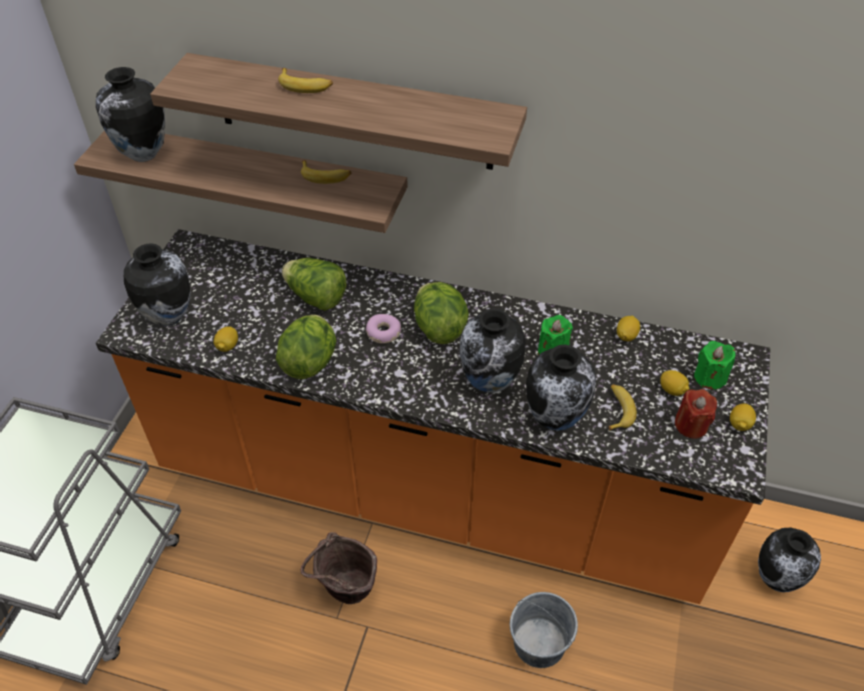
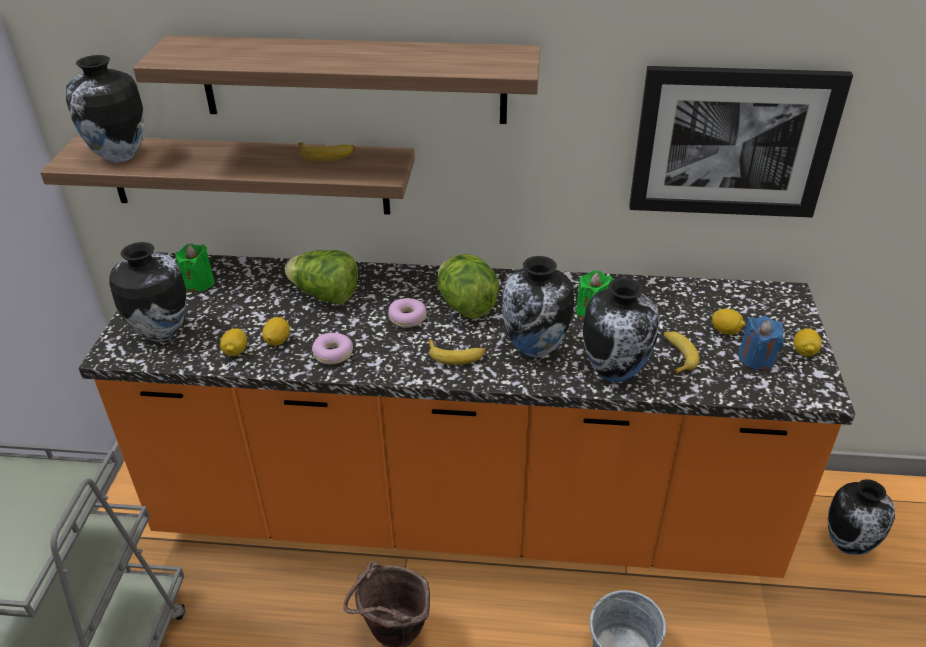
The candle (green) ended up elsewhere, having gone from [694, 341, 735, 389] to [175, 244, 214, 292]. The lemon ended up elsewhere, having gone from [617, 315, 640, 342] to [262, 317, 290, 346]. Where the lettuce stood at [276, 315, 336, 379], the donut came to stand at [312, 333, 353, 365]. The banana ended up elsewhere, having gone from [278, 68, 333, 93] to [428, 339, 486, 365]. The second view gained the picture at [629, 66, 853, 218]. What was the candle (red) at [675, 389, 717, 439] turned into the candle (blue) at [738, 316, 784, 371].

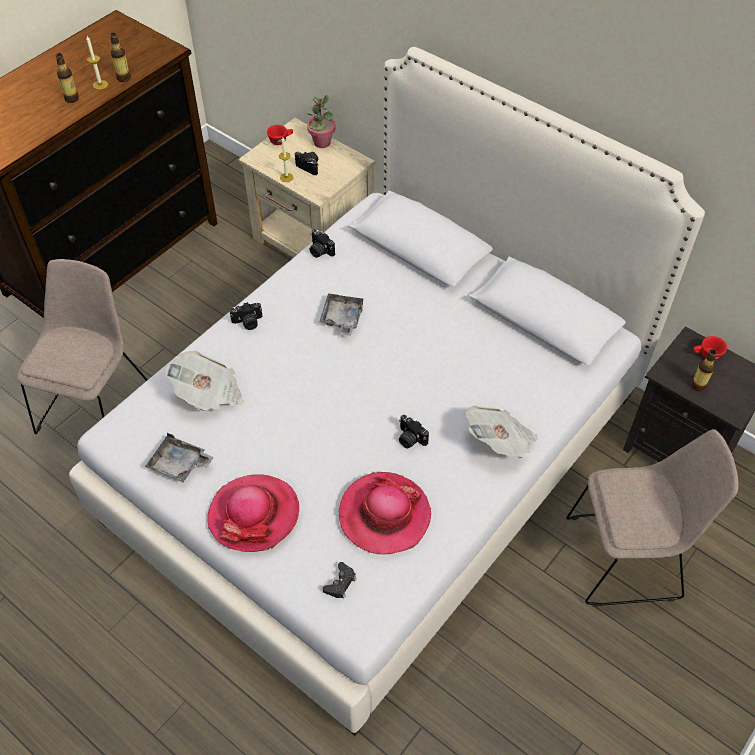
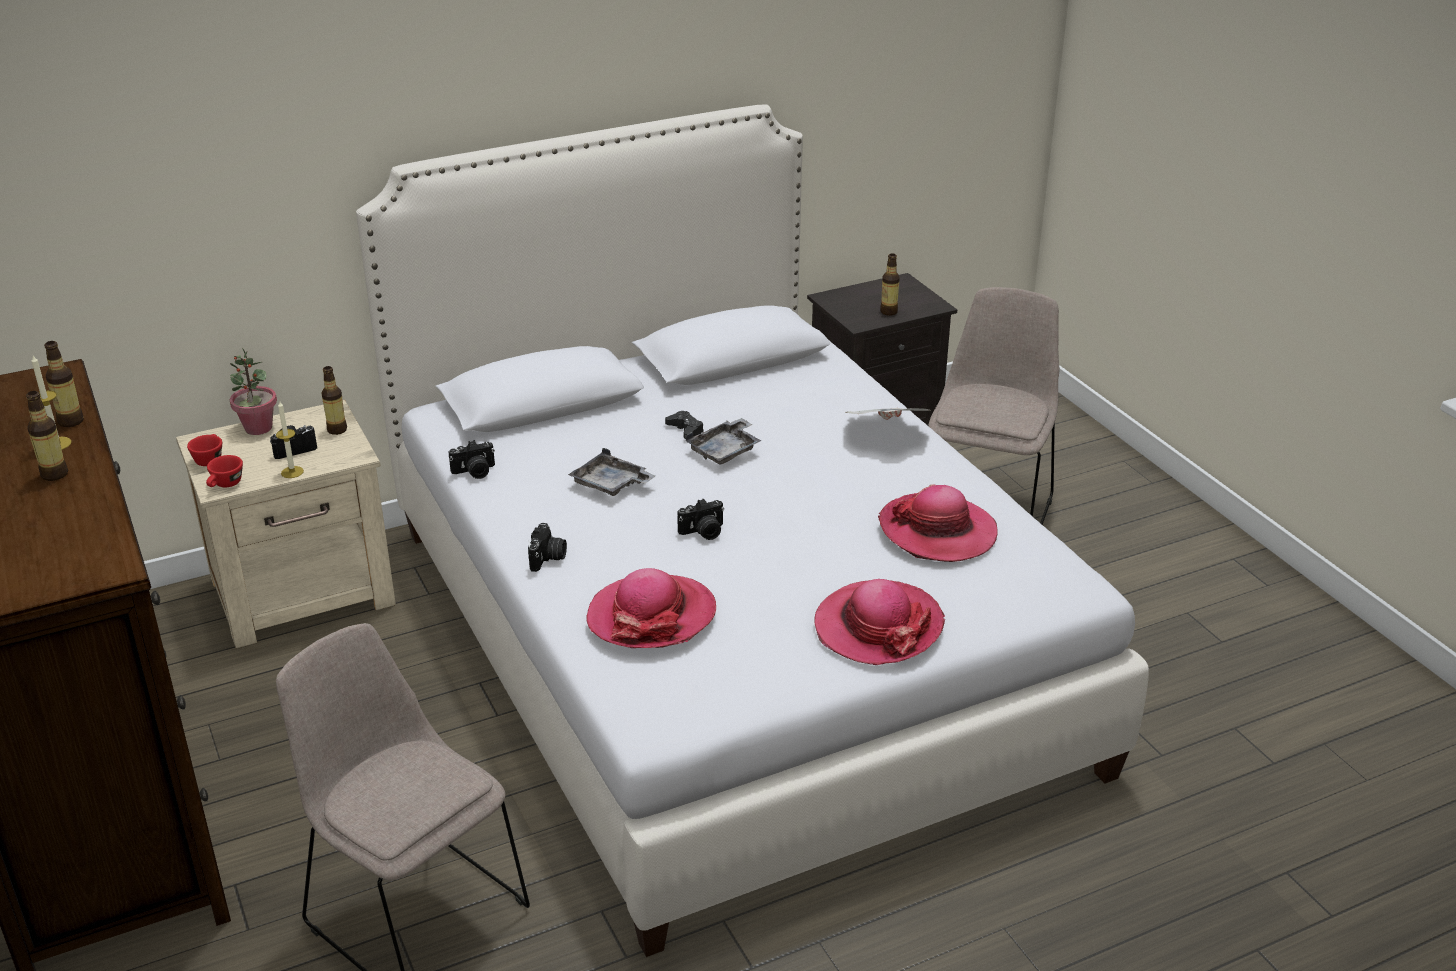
The cup (red) ended up elsewhere, having gone from [693, 336, 727, 361] to [206, 455, 243, 487]. The second view gained the bottle at [321, 366, 347, 435]. Where the newspaper stood at [165, 351, 244, 411], the hat came to stand at [586, 568, 716, 648]. The game controller (black) ended up elsewhere, having gone from [323, 562, 356, 598] to [665, 411, 704, 439]. The photo camera ended up elsewhere, having gone from [399, 415, 429, 449] to [677, 499, 724, 540]. The tray (grey) ended up elsewhere, having gone from [145, 433, 214, 482] to [685, 418, 762, 465].

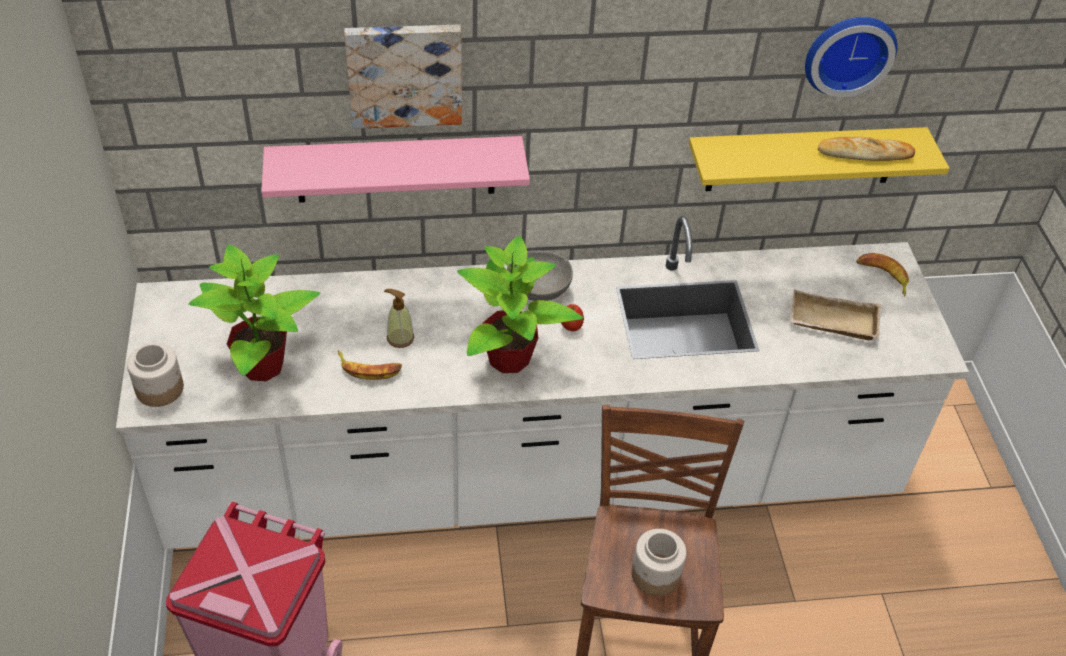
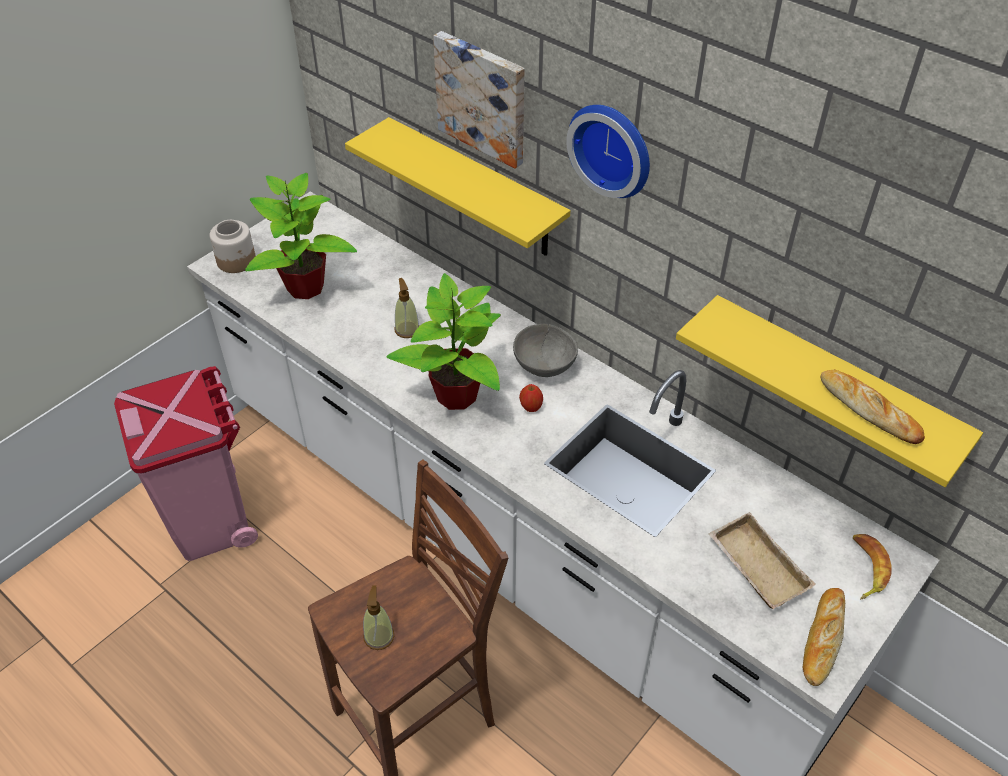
What was the shelf (pink) at [262, 136, 530, 203] turned into the shelf (yellow) at [345, 117, 570, 256]. Where the jar stood at [632, 529, 686, 596], the soap dispenser came to stand at [363, 585, 394, 650]. The wall clock ended up elsewhere, having gone from [805, 17, 898, 97] to [566, 105, 650, 198]. The second view gained the bread at [802, 588, 845, 686]. The second view lost the banana at [338, 350, 402, 380].

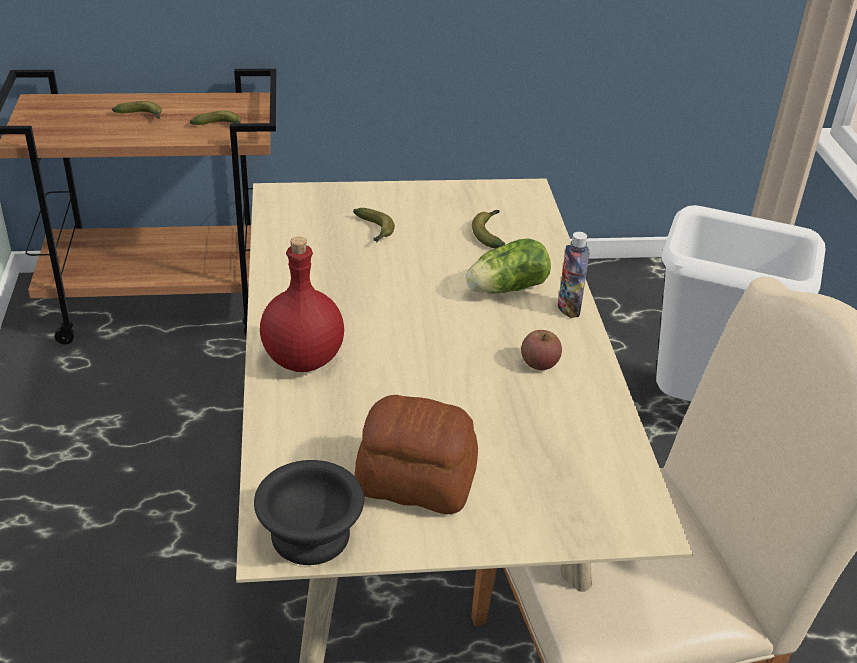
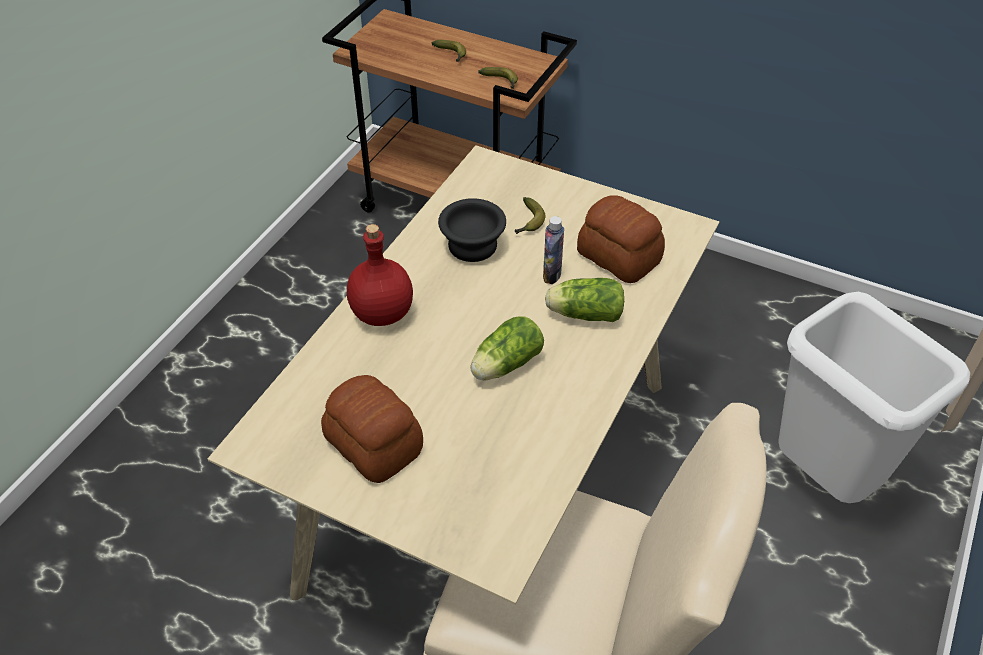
The bowl (black) ended up elsewhere, having gone from [254, 460, 364, 565] to [438, 198, 506, 262]. The second view gained the lettuce at [471, 316, 544, 380]. The bottle ended up elsewhere, having gone from [558, 232, 589, 318] to [543, 216, 564, 284]. Where the banana stood at [472, 210, 505, 248], the bread came to stand at [577, 195, 665, 283]. The second view lost the apple at [521, 330, 562, 370].

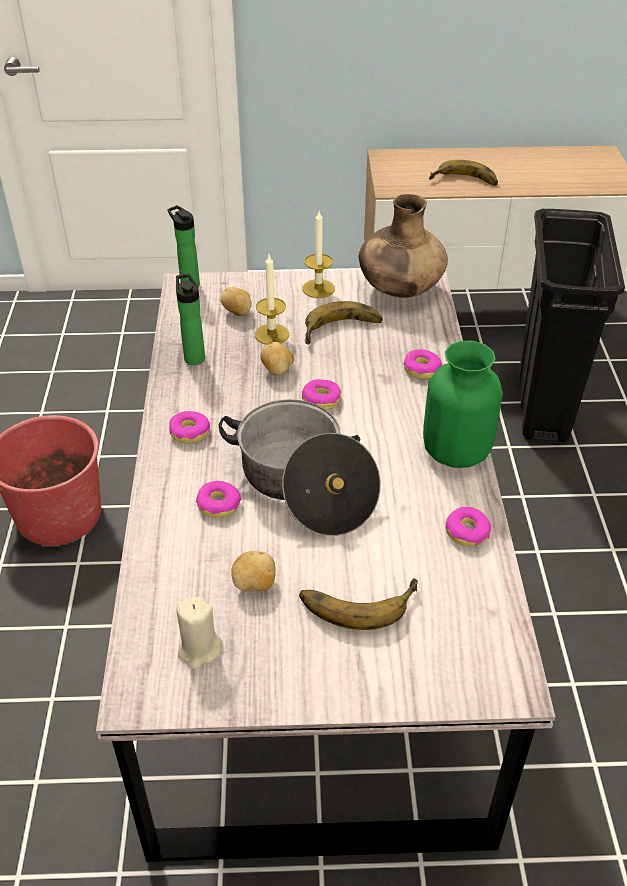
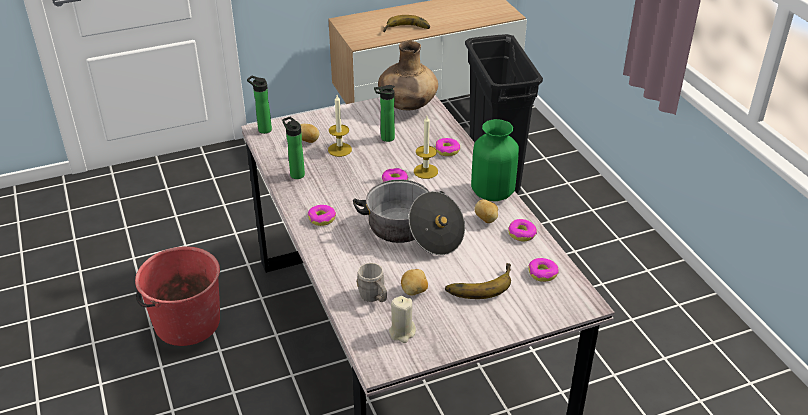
The second view gained the mug (grey) at [356, 263, 387, 302]. Where the banana stood at [304, 301, 383, 345], the bottle came to stand at [374, 85, 395, 142]. The candle ended up elsewhere, having gone from [303, 211, 335, 298] to [414, 116, 438, 179]. The potato ended up elsewhere, having gone from [260, 342, 294, 376] to [475, 199, 498, 223]. The donut ended up elsewhere, having gone from [196, 481, 241, 518] to [528, 258, 559, 282].

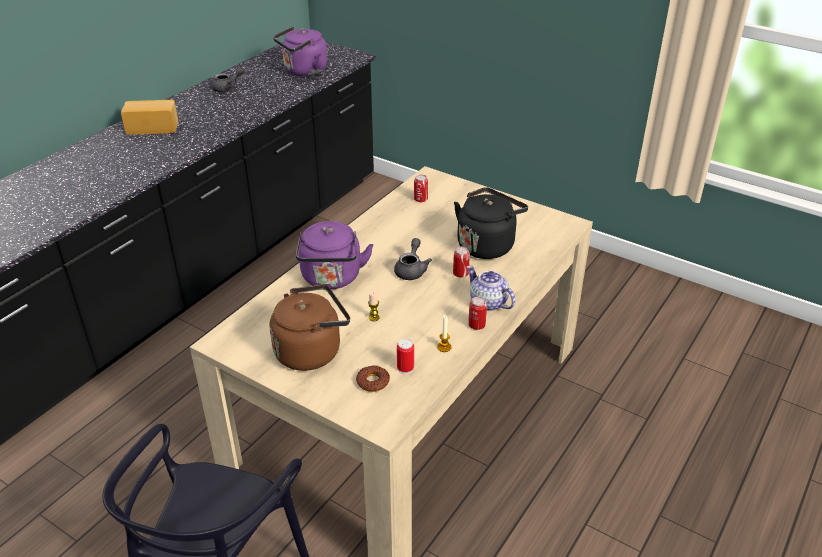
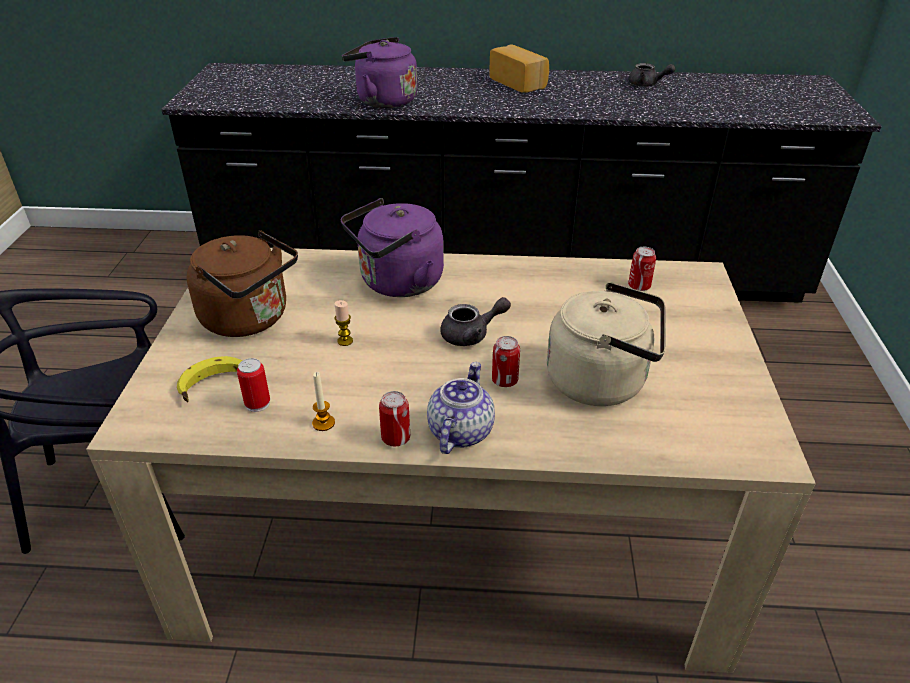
Where the donut stood at [356, 365, 390, 392], the banana came to stand at [177, 356, 243, 402]. The kettle (purple) ended up elsewhere, having gone from [273, 26, 327, 76] to [342, 37, 418, 108]. What was the kettle (black) at [454, 187, 528, 259] turned into the kettle (beige) at [547, 282, 665, 406].

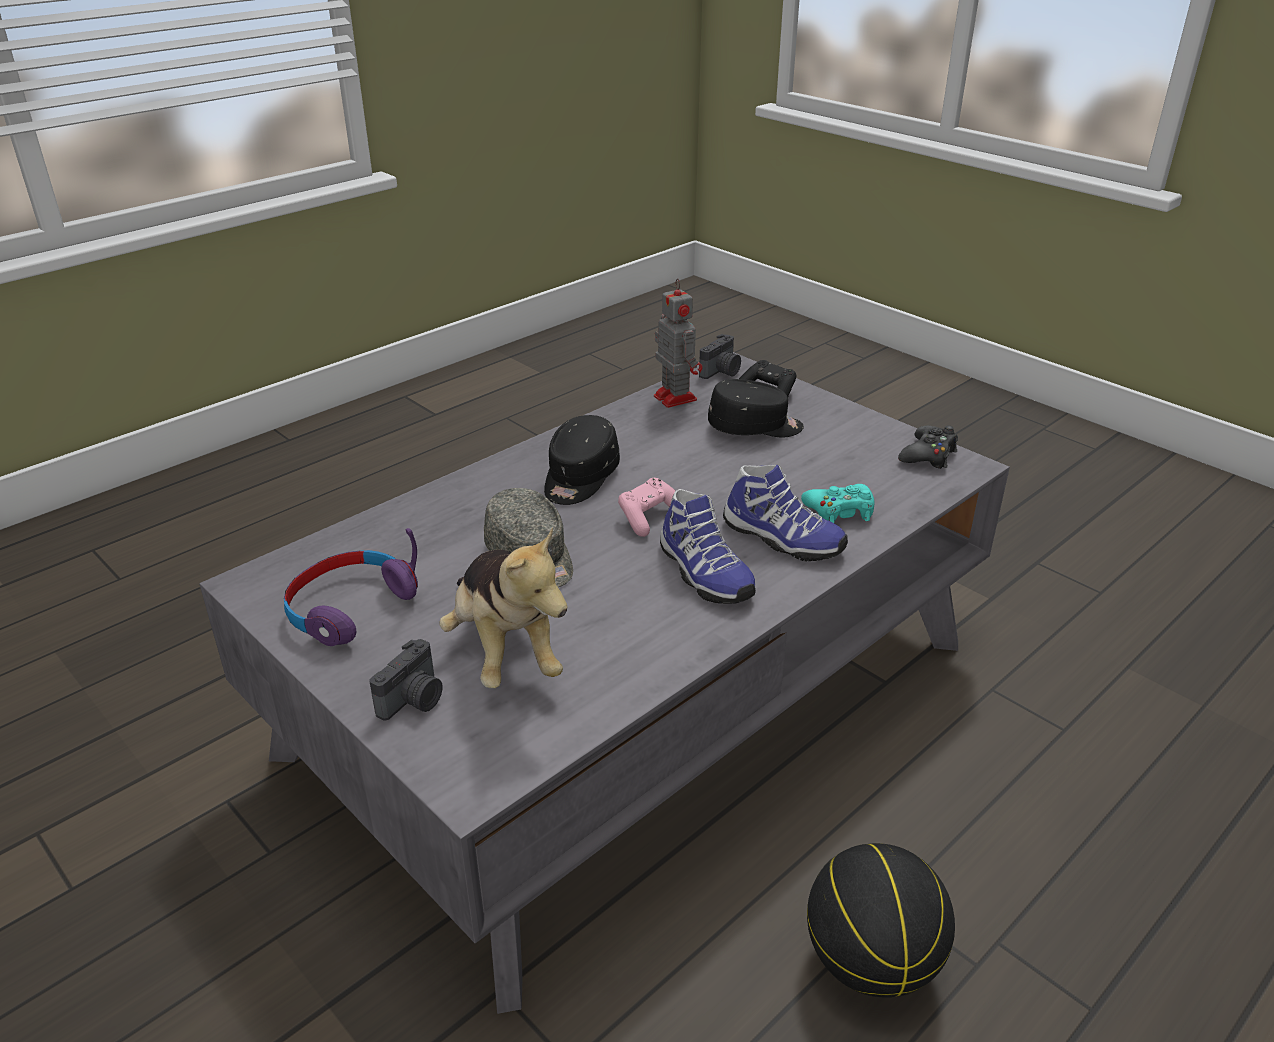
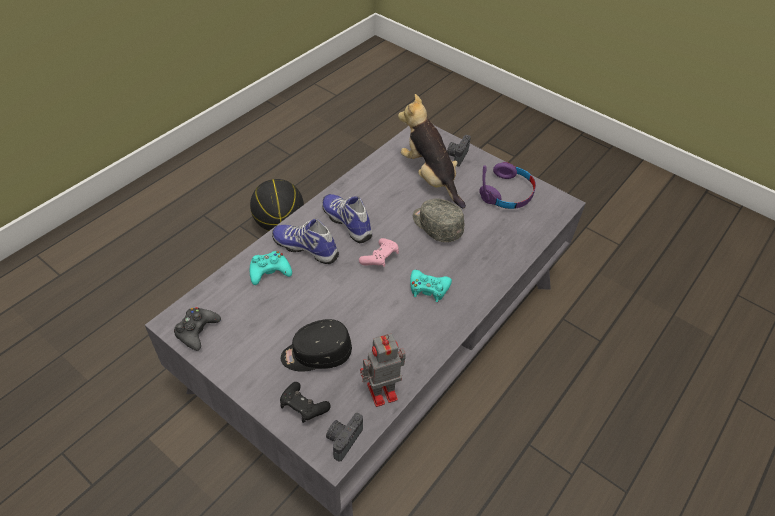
The toy robot at [654, 279, 703, 408] ended up facing another way, 105 degrees clockwise from before. Where the cap (black) stood at [544, 415, 620, 505], the game controller (turquoise) came to stand at [410, 270, 452, 302].

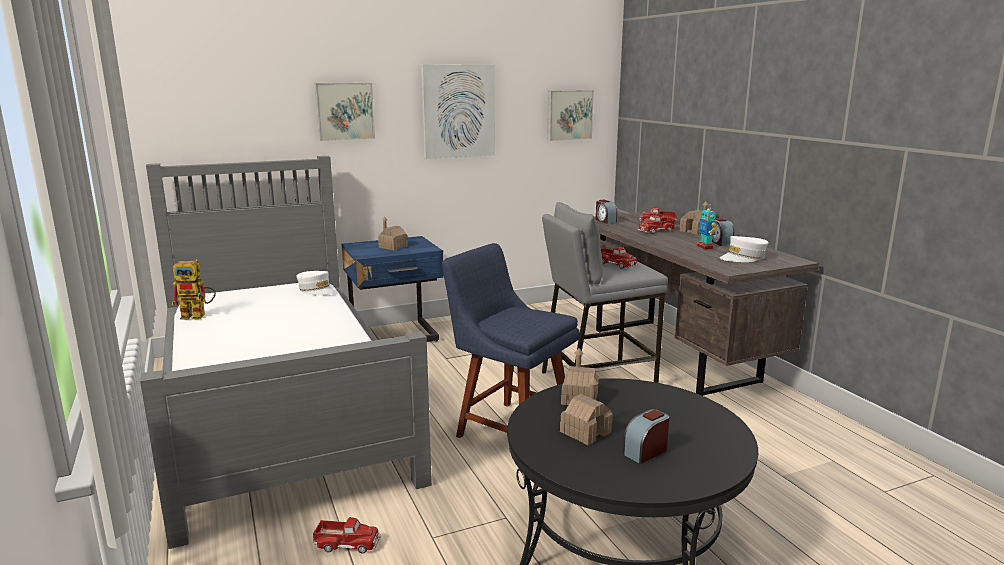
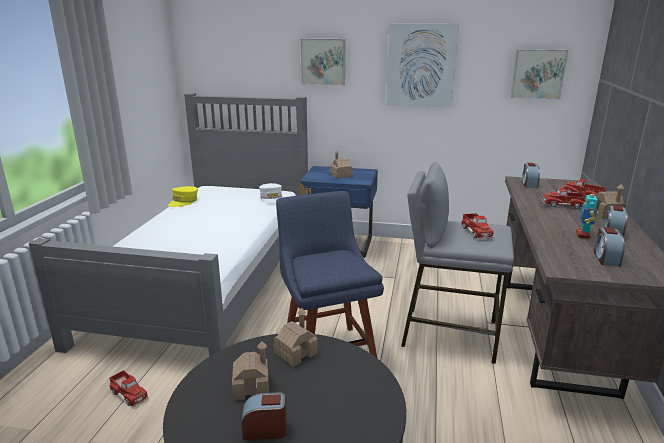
Where the toy robot stood at [172, 259, 216, 320], the cap (yellow) came to stand at [168, 186, 198, 207]. Where the cap (white) stood at [720, 236, 768, 262], the alarm clock came to stand at [594, 227, 625, 267].

